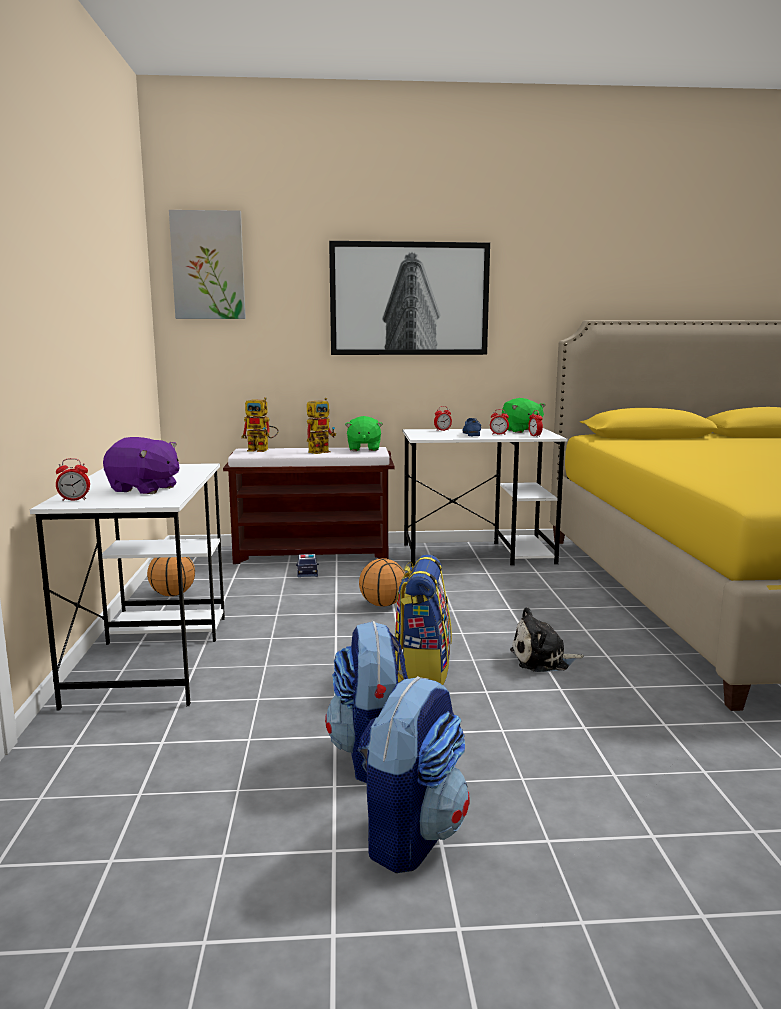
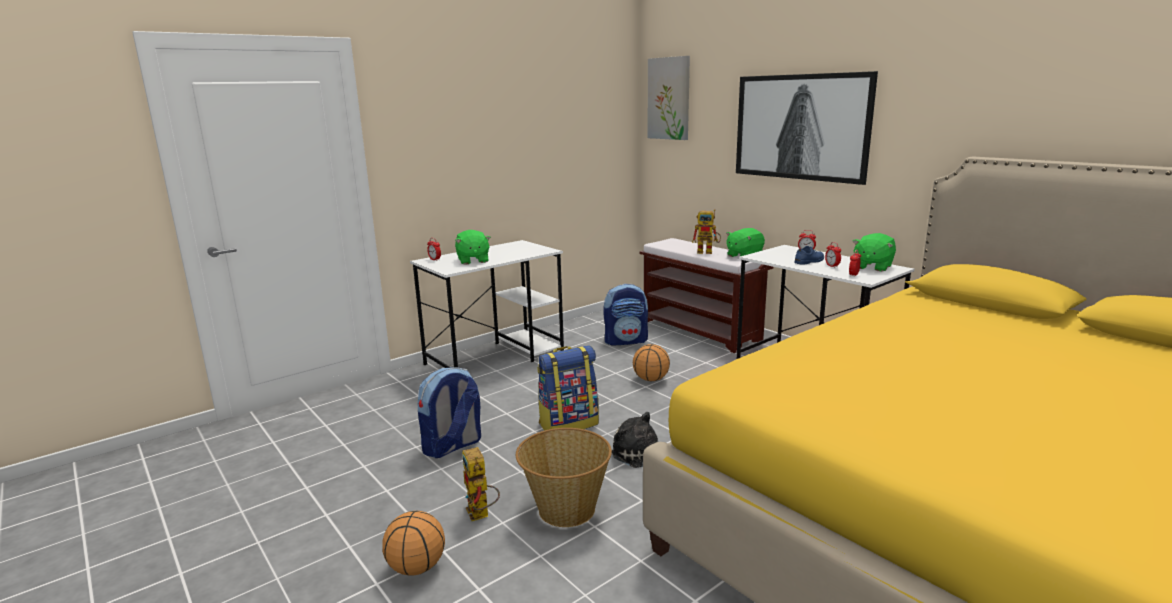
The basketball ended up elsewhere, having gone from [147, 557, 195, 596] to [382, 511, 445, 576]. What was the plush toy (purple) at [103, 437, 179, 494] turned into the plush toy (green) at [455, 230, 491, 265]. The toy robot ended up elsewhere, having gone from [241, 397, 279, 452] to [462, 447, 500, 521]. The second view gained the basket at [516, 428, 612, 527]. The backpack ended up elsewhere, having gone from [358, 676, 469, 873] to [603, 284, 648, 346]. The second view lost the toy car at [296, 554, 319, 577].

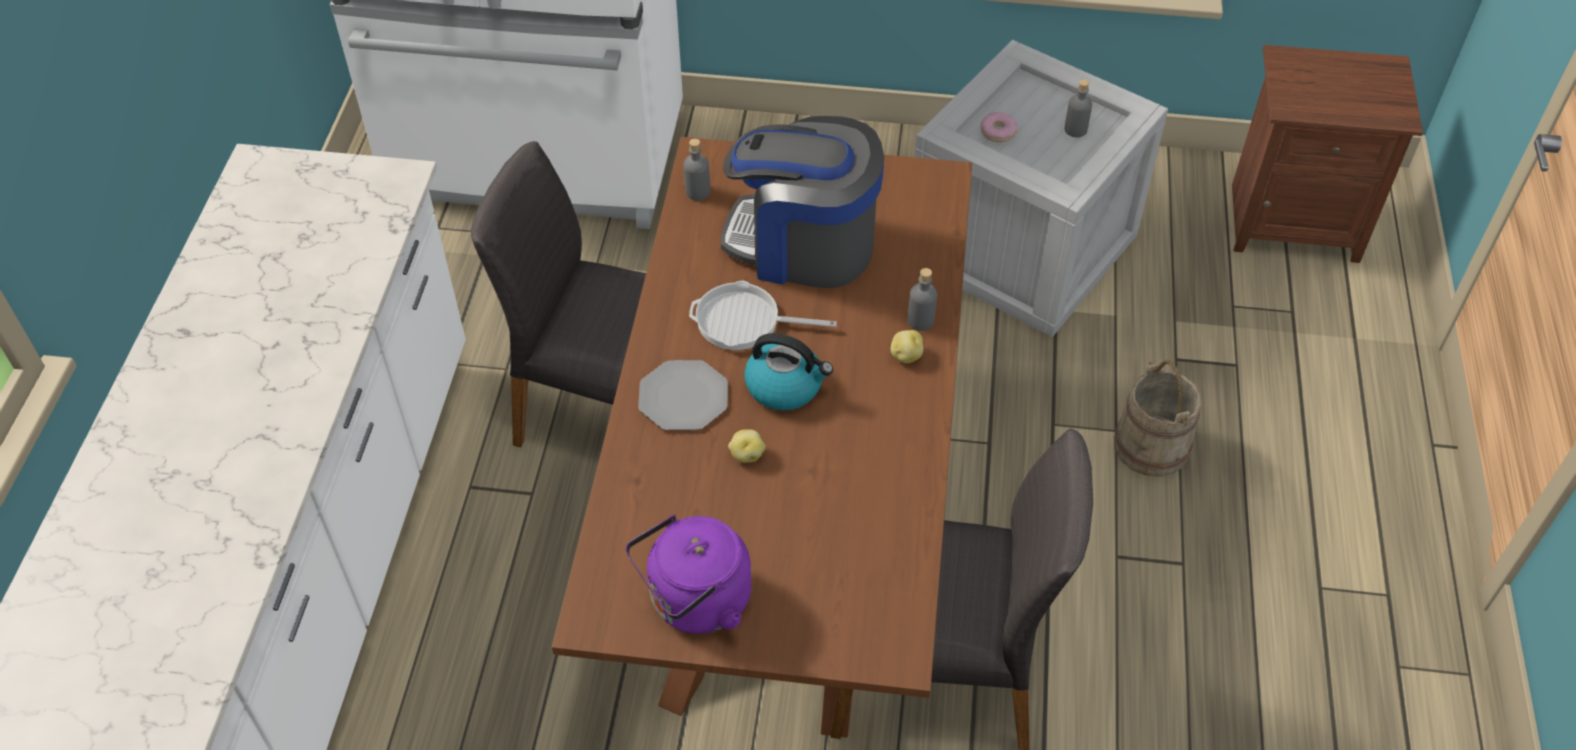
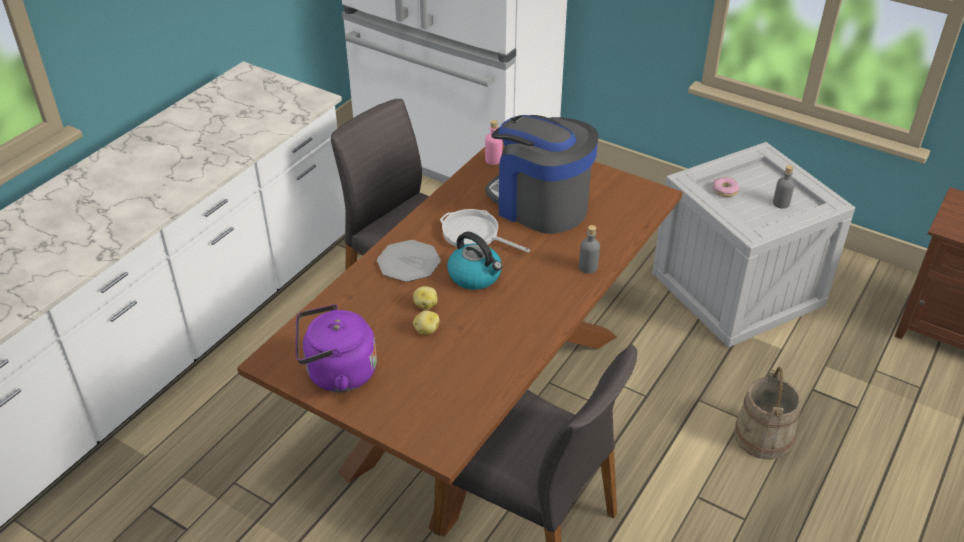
The potato ended up elsewhere, having gone from [891, 330, 923, 363] to [413, 310, 439, 335]. What was the bottle (grey) at [683, 139, 710, 201] turned into the bottle (pink) at [485, 120, 502, 165].

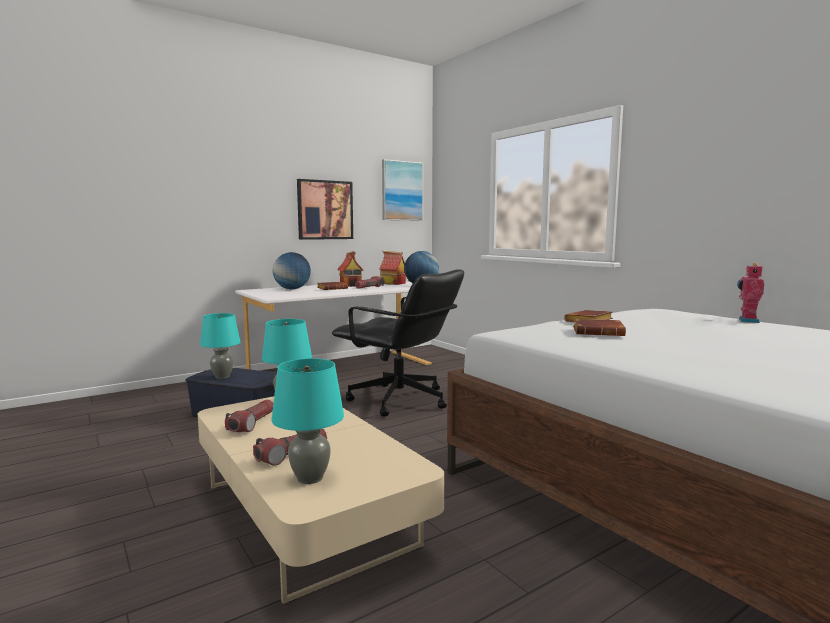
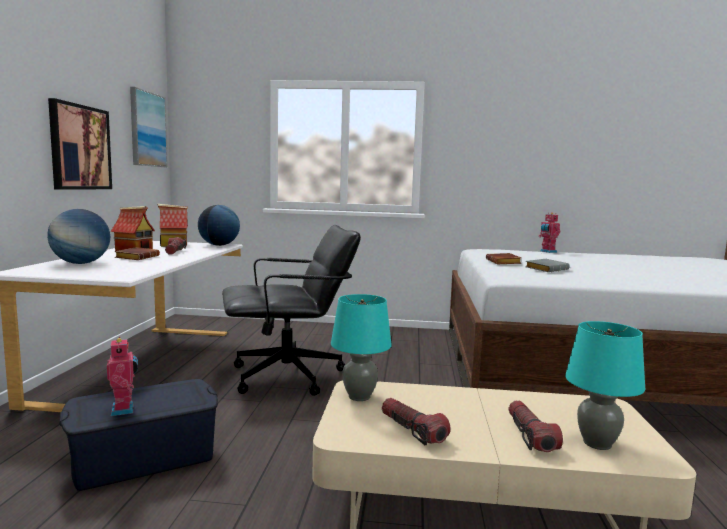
Where the table lamp (turquoise) stood at [200, 313, 240, 379], the toy robot came to stand at [107, 337, 138, 416]. What was the book (brown) at [573, 319, 626, 336] turned into the book (grey) at [525, 259, 570, 272].

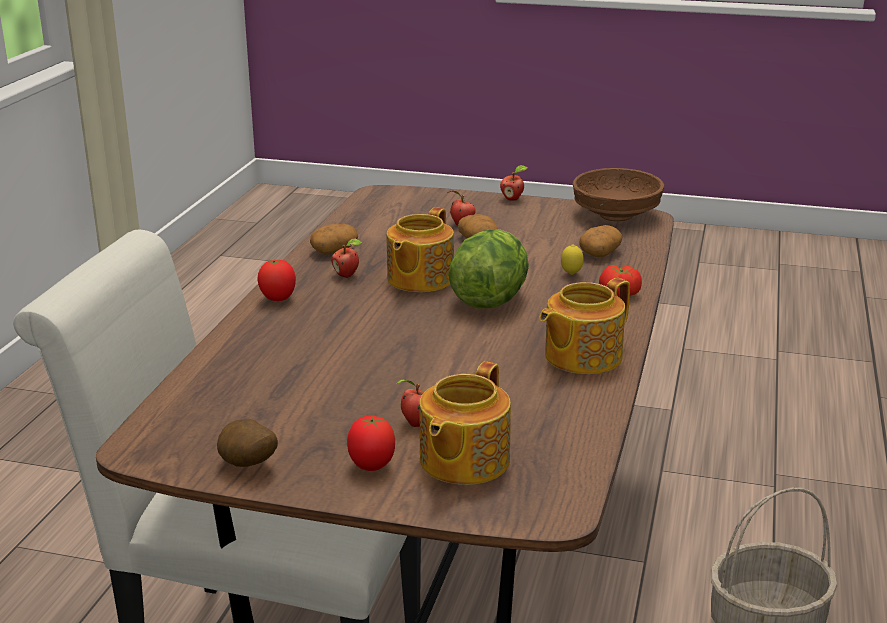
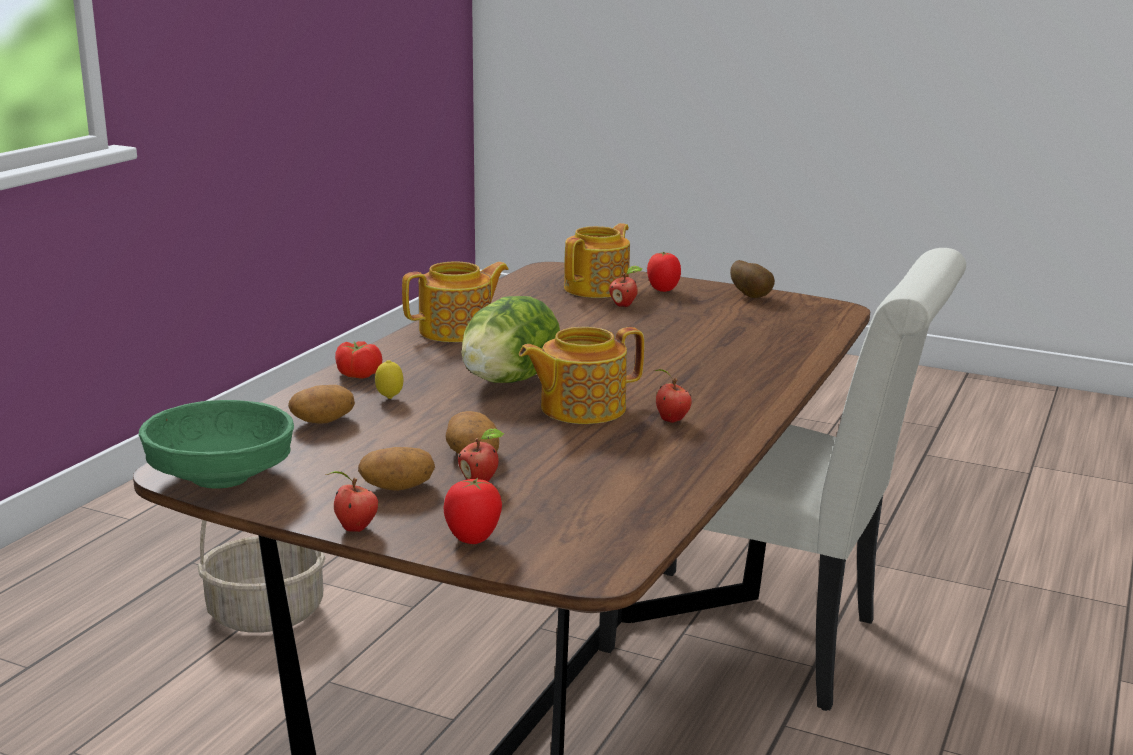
What was the bowl (brown) at [572, 168, 664, 221] turned into the bowl (green) at [139, 400, 294, 488]. The potato ended up elsewhere, having gone from [310, 224, 358, 255] to [358, 447, 435, 491]. The tomato ended up elsewhere, having gone from [257, 260, 296, 301] to [444, 478, 502, 544]. The teapot at [387, 207, 454, 292] ended up facing another way, 150 degrees counterclockwise from before.

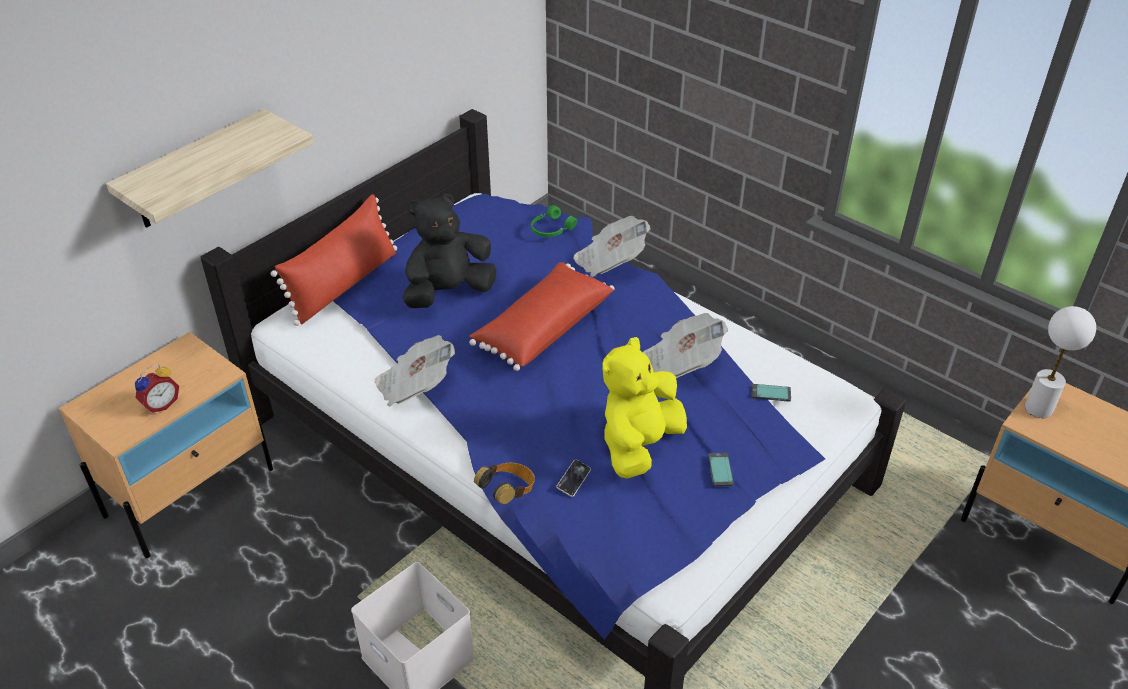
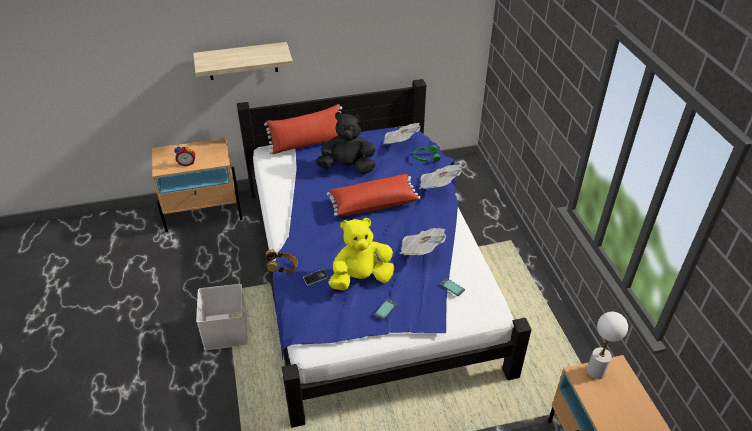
The newspaper ended up elsewhere, having gone from [375, 335, 455, 407] to [383, 123, 421, 144].

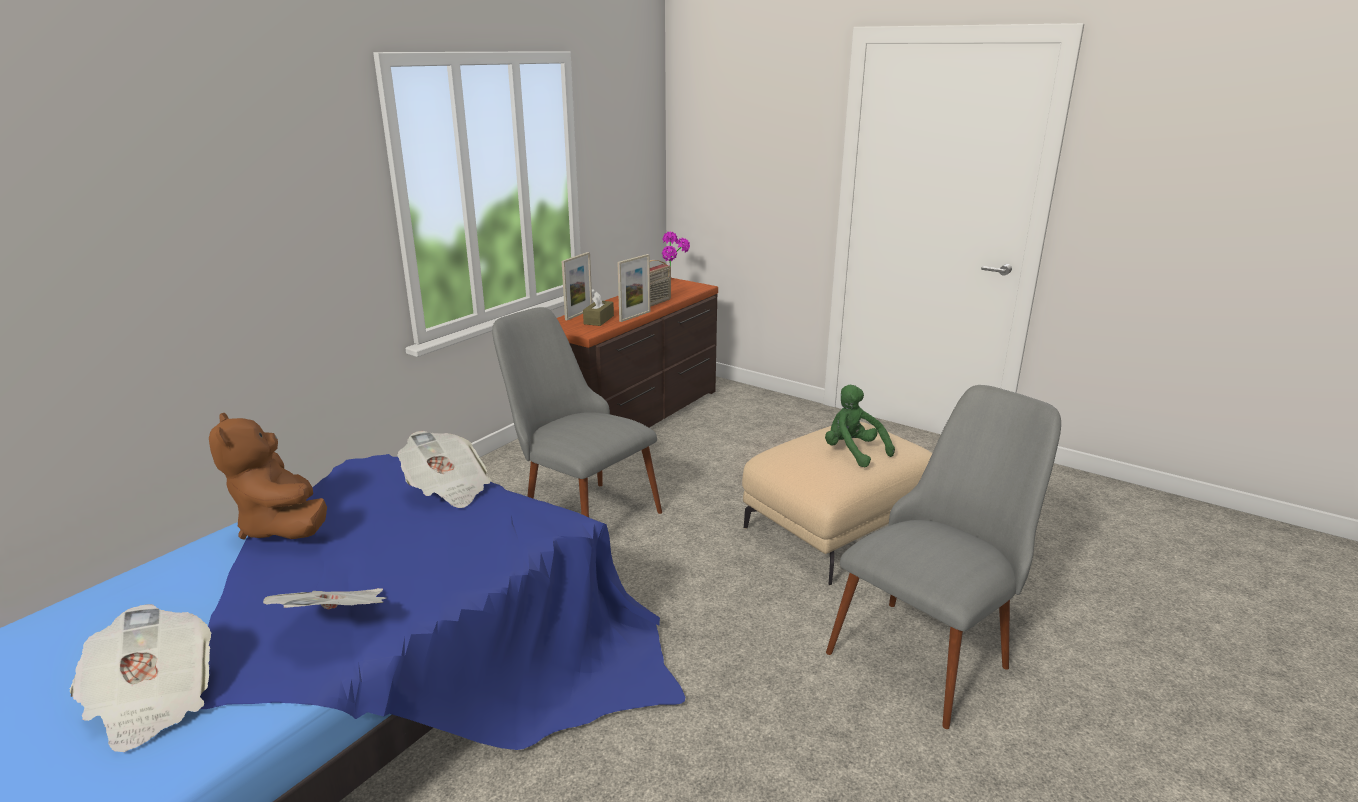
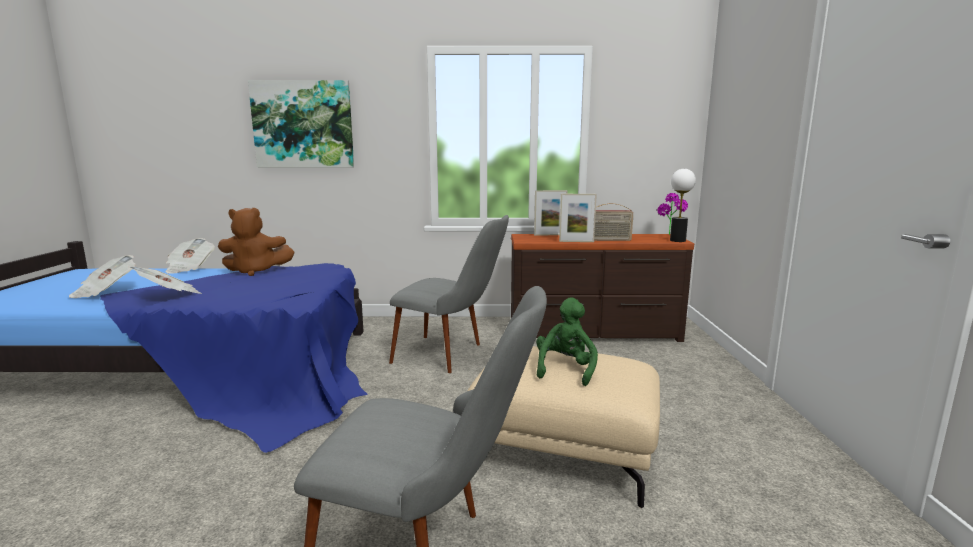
The newspaper ended up elsewhere, having gone from [397, 431, 491, 508] to [166, 238, 215, 274]. The plush toy (brown) at [209, 412, 327, 540] ended up facing another way, 120 degrees counterclockwise from before. The second view gained the picture at [248, 80, 354, 168]. The chair (grey) at [492, 307, 662, 517] ended up facing another way, 105 degrees clockwise from before. The second view gained the table lamp at [670, 169, 696, 242]. The second view lost the tissue box (brown) at [583, 291, 614, 326].

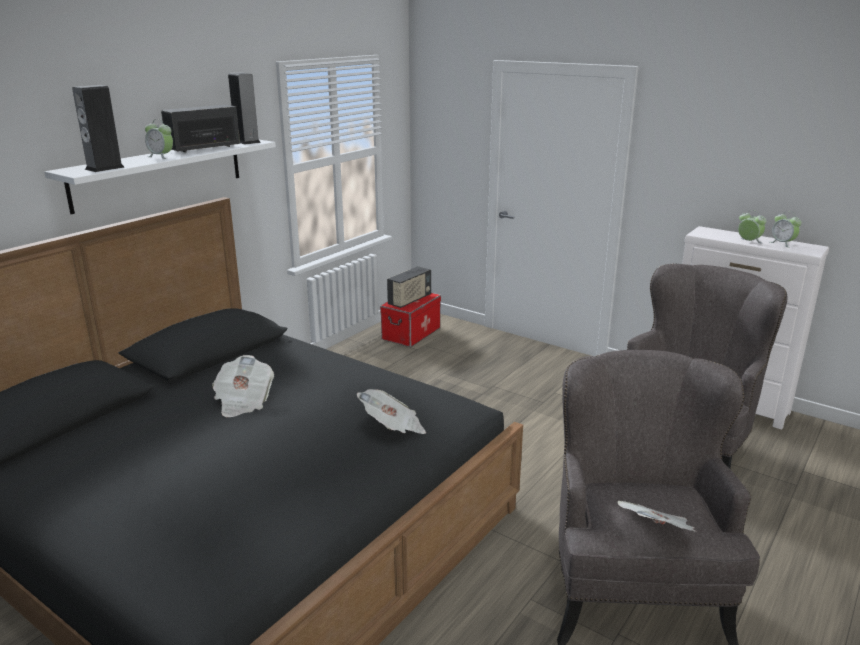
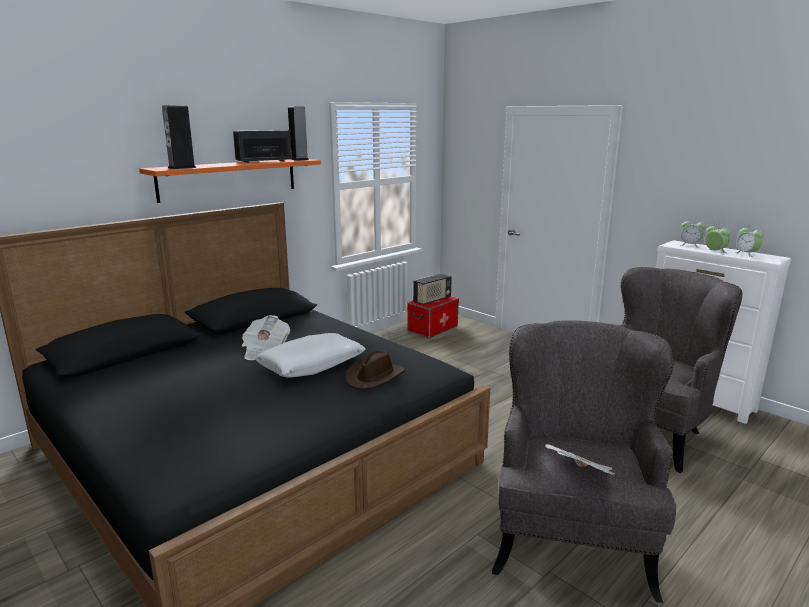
What was the shelf (white) at [44, 140, 276, 214] turned into the shelf (orange) at [139, 159, 321, 203]. The second view gained the pillow (white) at [255, 333, 365, 377]. Where the newspaper stood at [357, 389, 426, 434], the hat (brown) came to stand at [345, 351, 405, 390]. The alarm clock ended up elsewhere, having gone from [145, 119, 173, 159] to [681, 218, 706, 248].

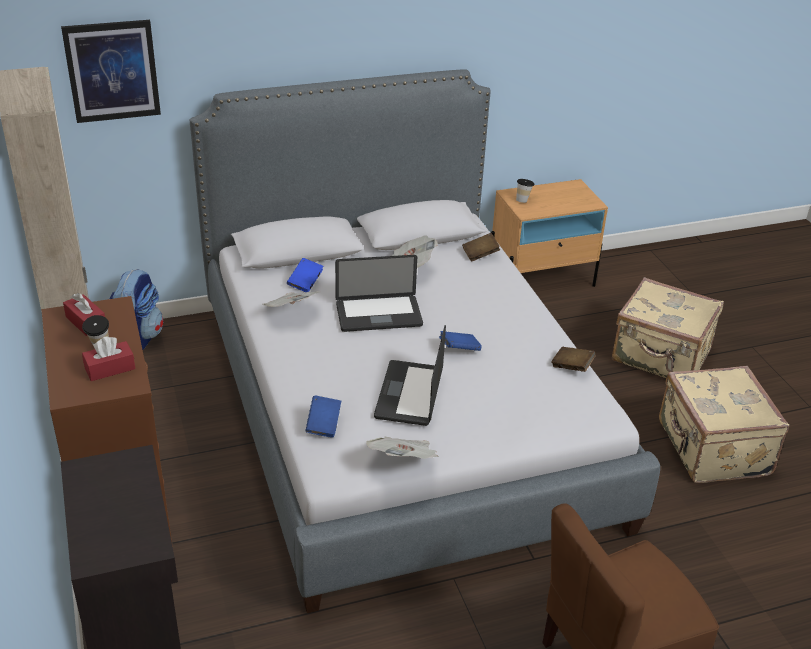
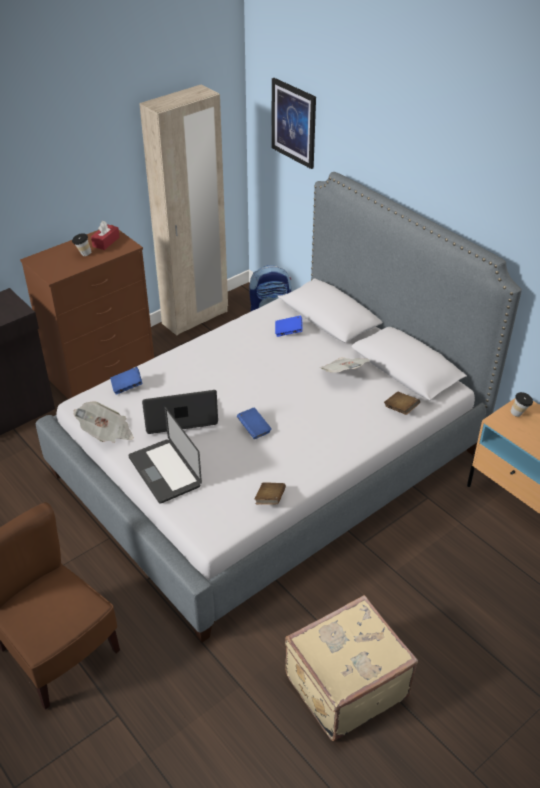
The laptop ended up elsewhere, having gone from [335, 255, 423, 332] to [128, 407, 202, 504]. The second view lost the tissue box (red) at [82, 336, 135, 381]. The second view lost the newspaper at [264, 291, 320, 307]. The second view lost the suitcase (beige) at [612, 277, 724, 378].

